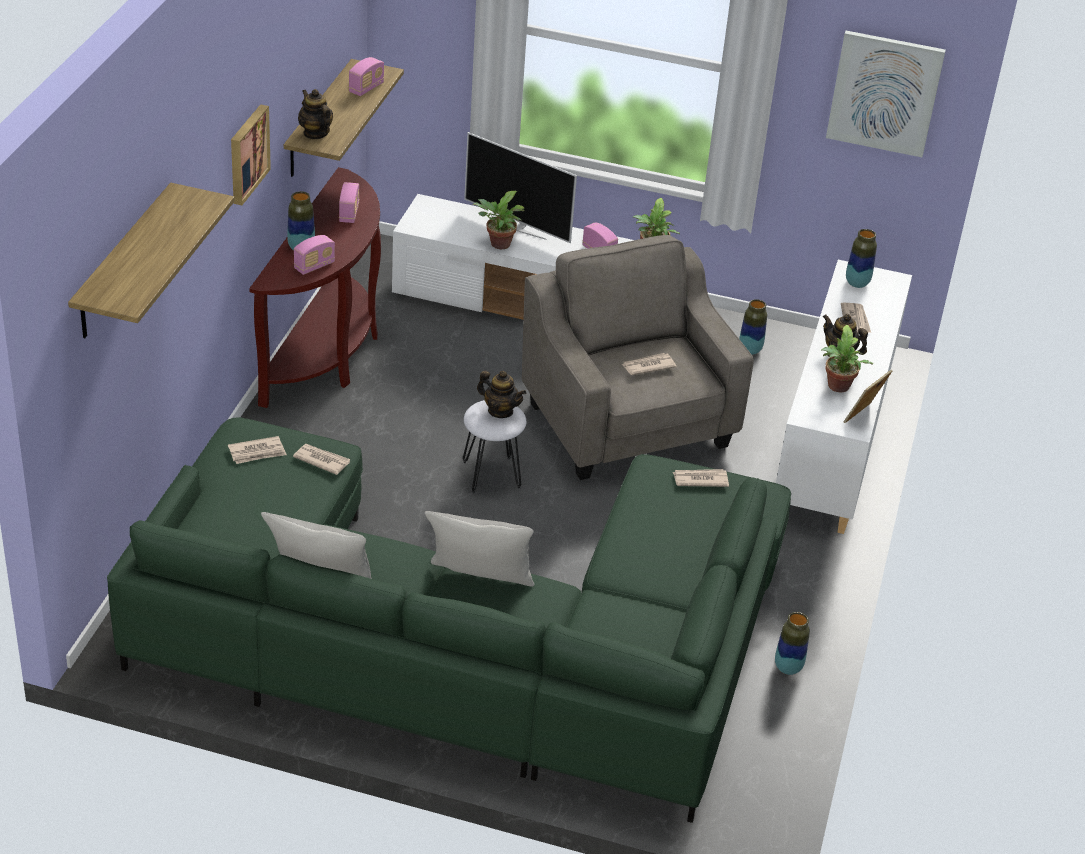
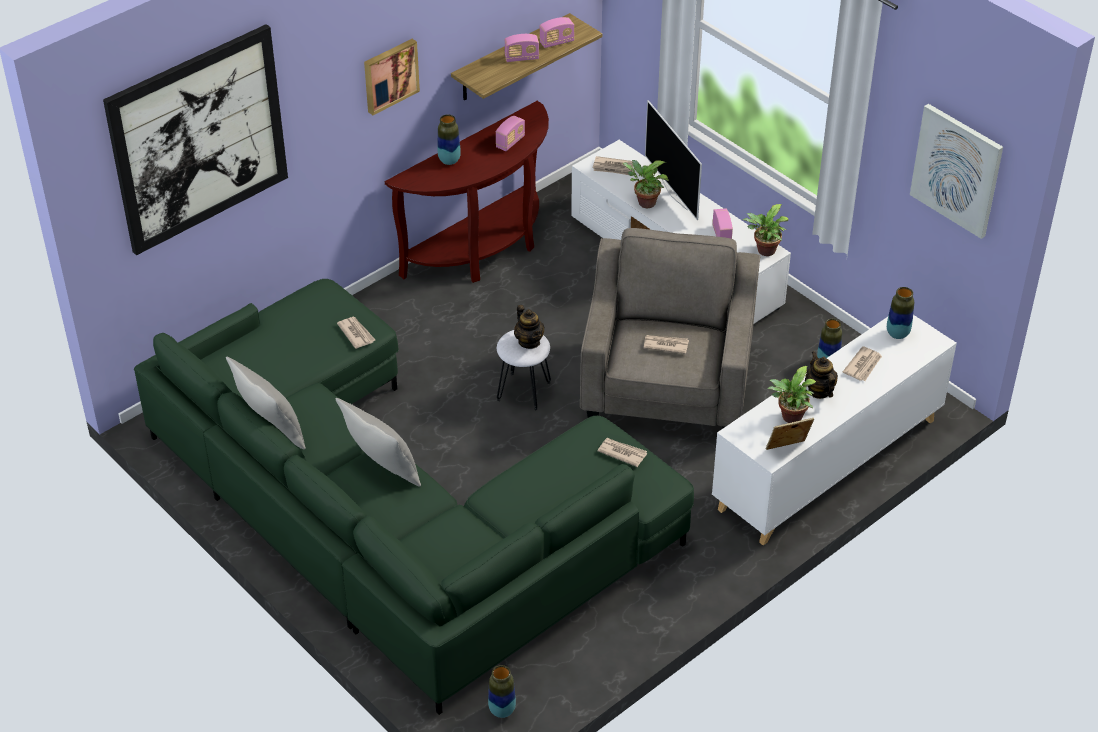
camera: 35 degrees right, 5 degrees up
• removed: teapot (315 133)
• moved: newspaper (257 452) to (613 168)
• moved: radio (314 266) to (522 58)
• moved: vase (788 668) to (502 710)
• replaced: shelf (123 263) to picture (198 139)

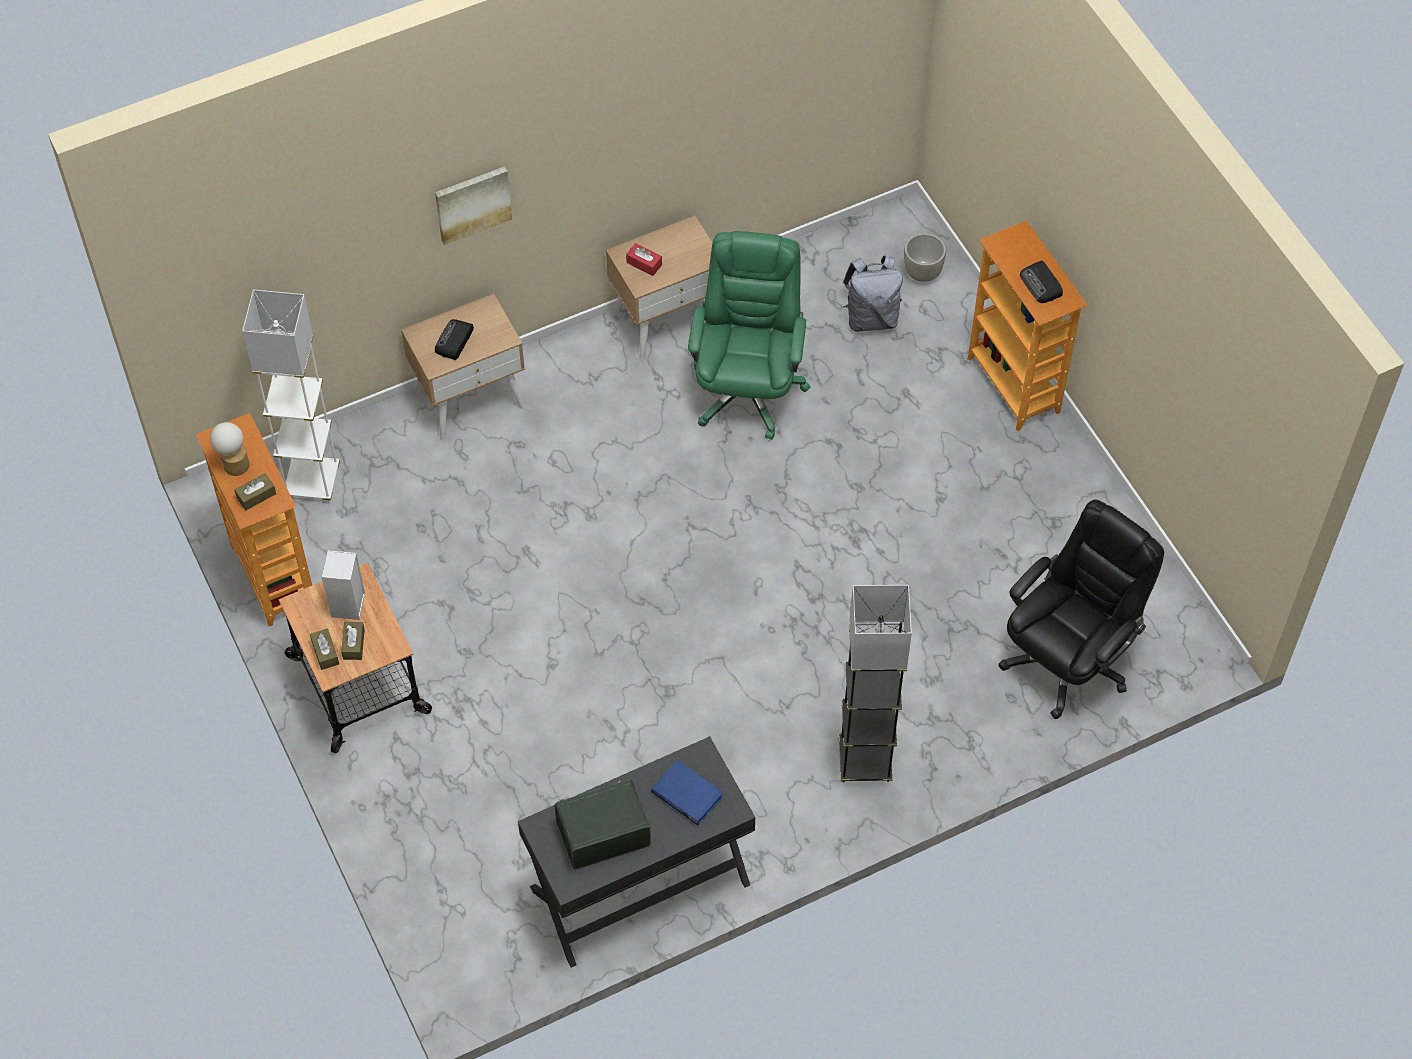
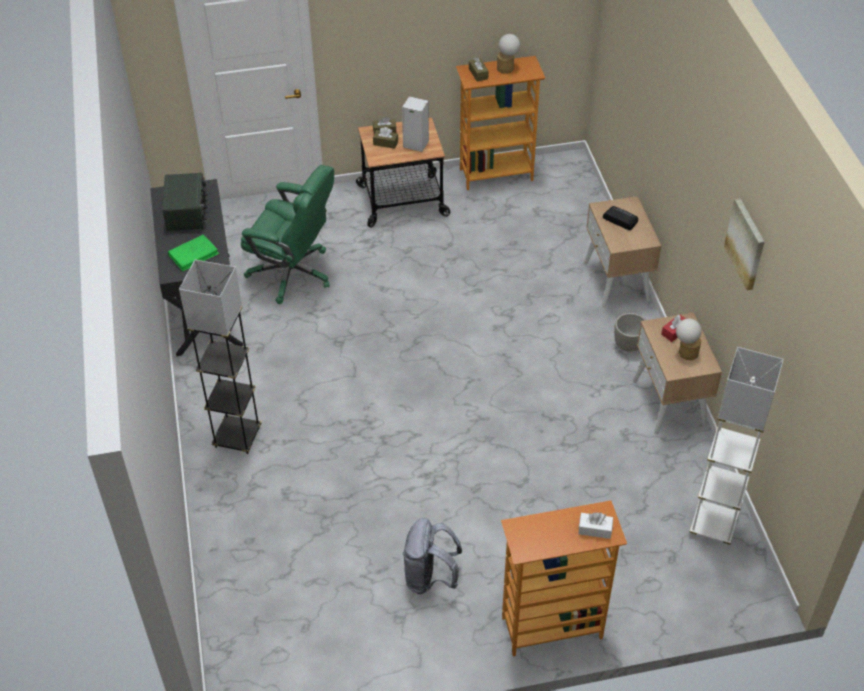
camera: 105 degrees right, 10 degrees down
• removed: black office chair (1068 659)
• removed: radio (1041 285)
• added: white tissue box (595 529)
• added: table lamp (685 352)
• moved: white floor lamp (312 482) to (713 526)
• moved: picture (472 203) to (746 243)
• moved: green office chair (747 389) to (293 273)
• moved: grey backpack (871 318) to (430 578)
• moved: grey planter (922 272) to (628 345)
• recoloured: blue book (686 794) to green book (194 254)

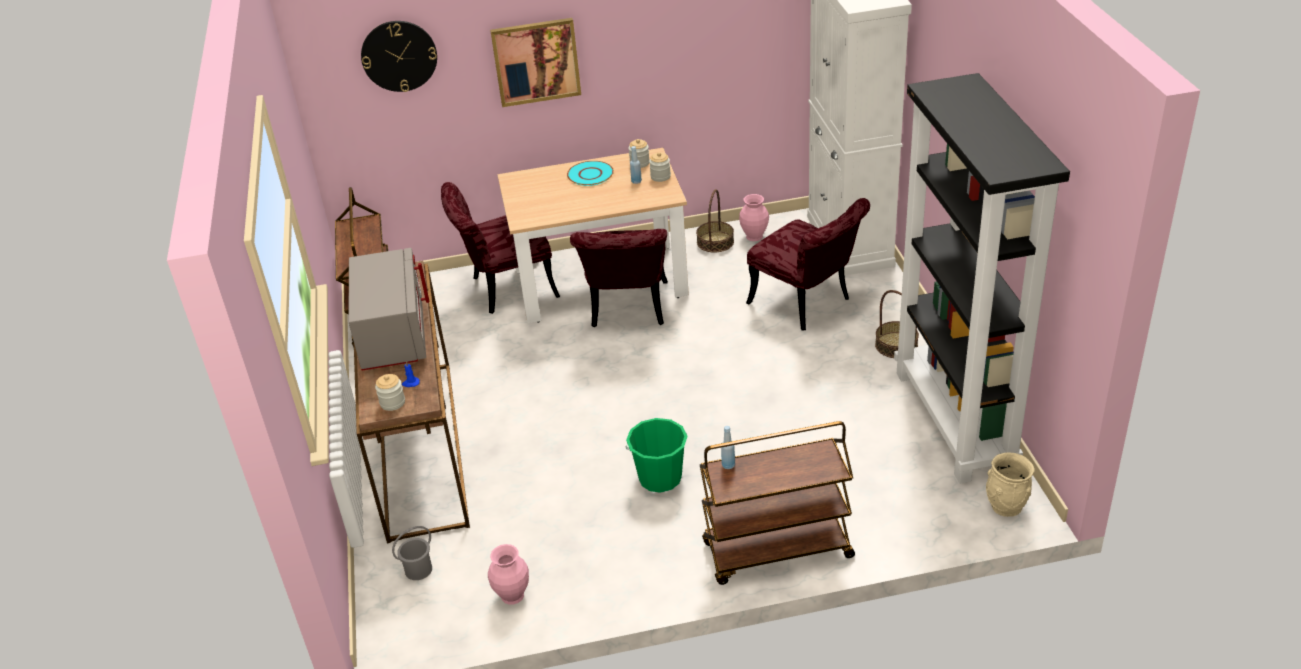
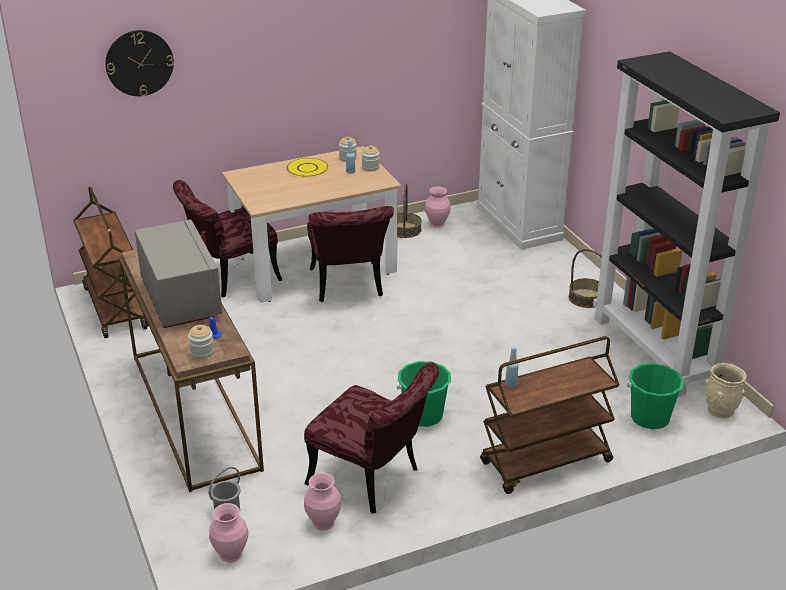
camera: 15 degrees left, 5 degrees down
• removed: picture (536 61)
• added: pink vase (230 555)
• added: green bucket (650 418)
• moved: red chair (807 305) to (373 480)
• recoloured: turquoise plate (590 174) to yellow plate (307 168)

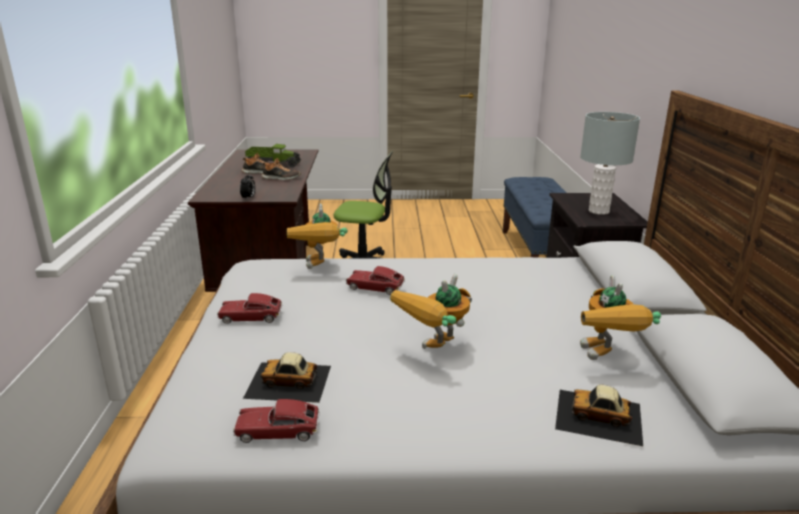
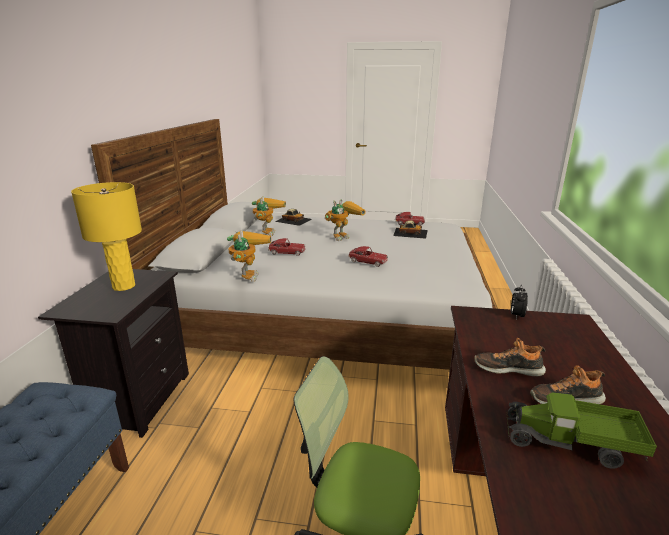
camera: 170 degrees left, 0 degrees up
• moved: toy car (251 317) to (287 252)
• moved: toy robot (320 268) to (248 274)
• recoloured: grey table lamp (598 211) to yellow table lamp (123 286)

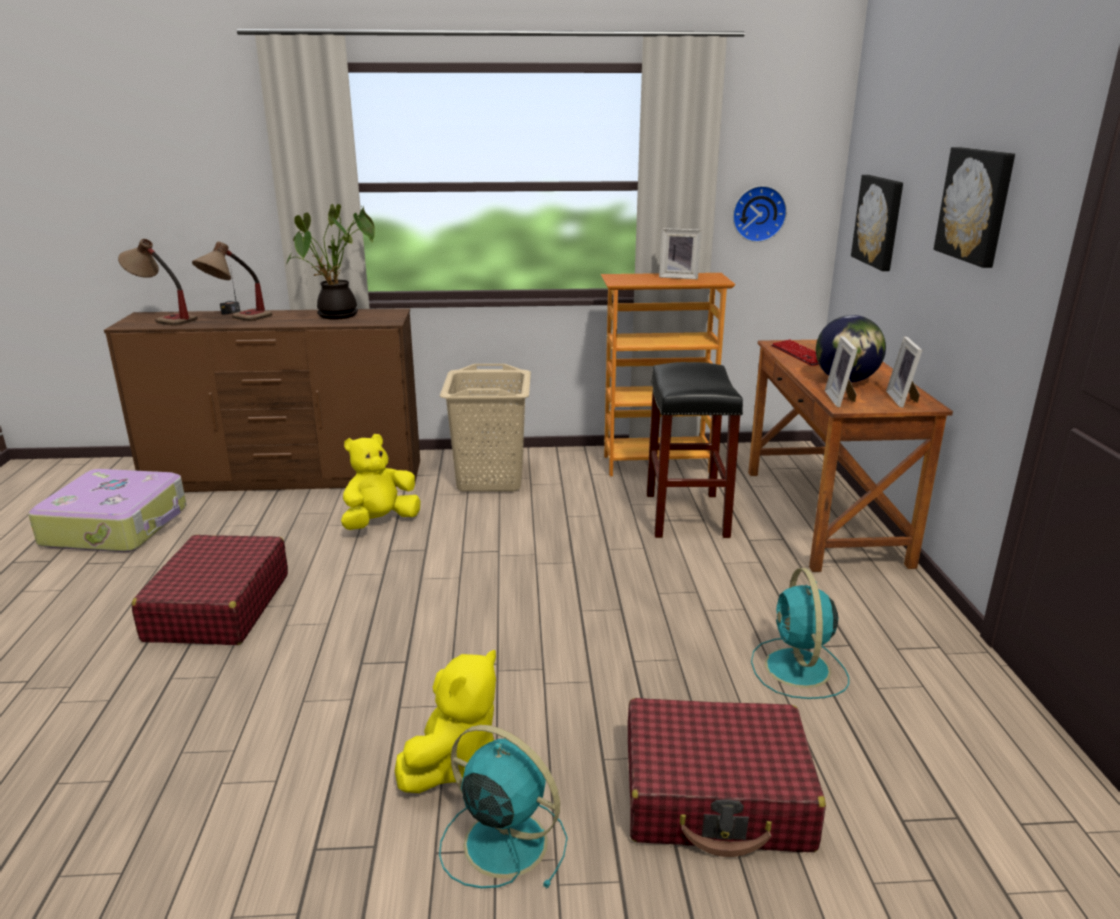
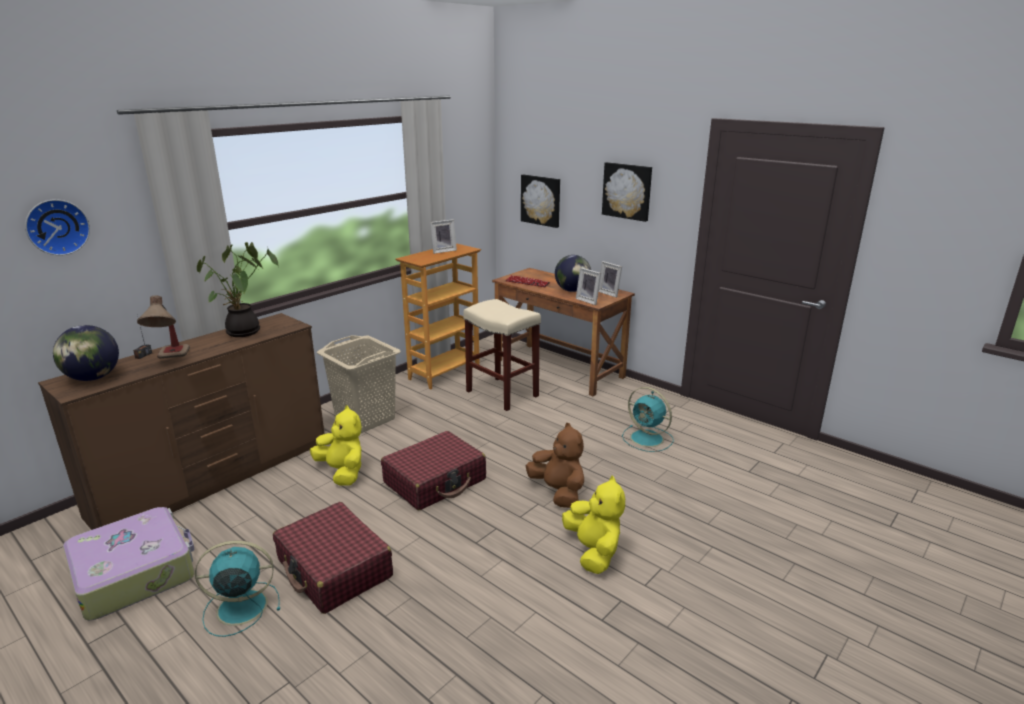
camera: 45 degrees left, 0 degrees up
• added: brown plush toy (558 492)
• moved: turquoise fan (502 841) to (239 608)
• moved: red suitcase (716 796) to (435 481)
• moved: wall clock (758 213) to (57 227)
• replaced: table lamp (163 319) to globe (93 378)
• recoloured: black stool (685 514) to beige stool (501 393)
• turned: yellow plush toy (380 522) = (342 472) 135 degrees clockwise

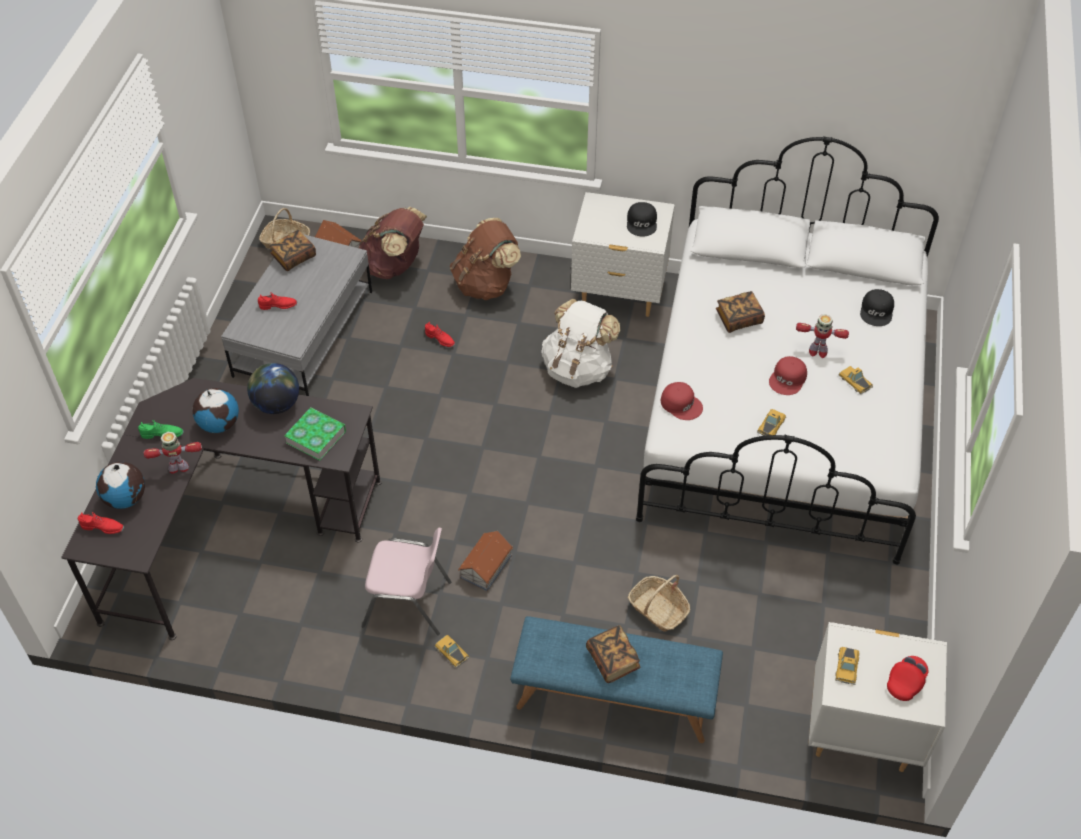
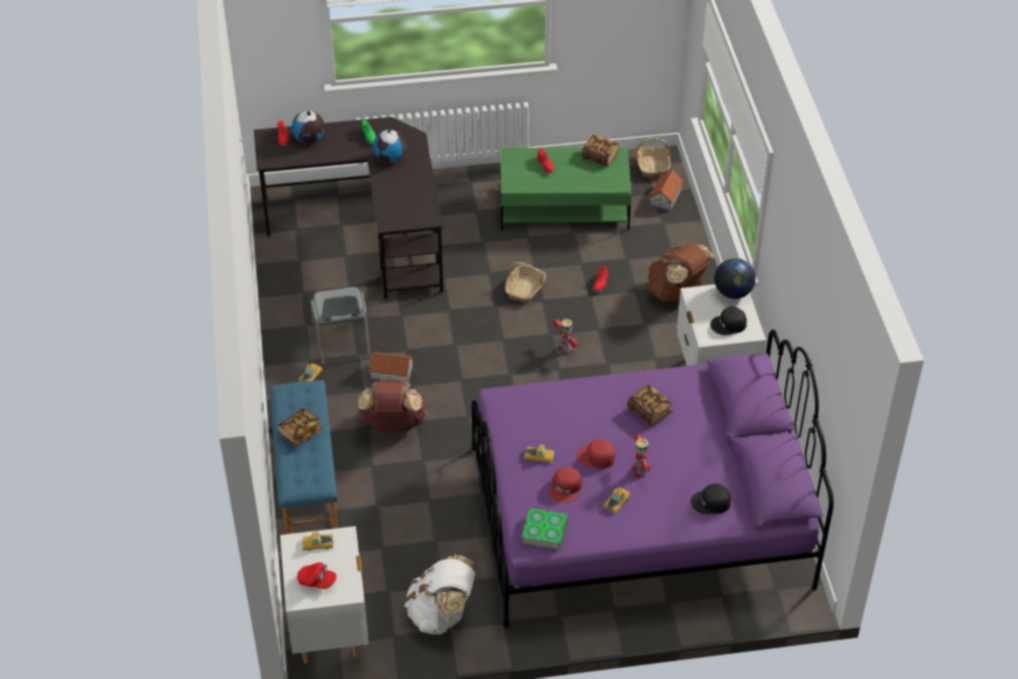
camera: 70 degrees right, 5 degrees down
• moved: toy robot (179 468) to (566 349)
• moved: globe (276 404) to (733 292)
• moved: book (316 437) to (544 532)
• moved: brown backpack (395 266) to (393 425)
• moved: white backpack (578 368) to (442 614)
• moved: basket (658 609) to (525 289)
• moved: red cap (681 404) to (566 487)
• recoloured: grey coffee table (303 333) to green coffee table (564 207)
• recoloured: pink chair (408 604) to grey chair (341 341)
• recoloured: white bed (782 410) to purple bed (638 517)

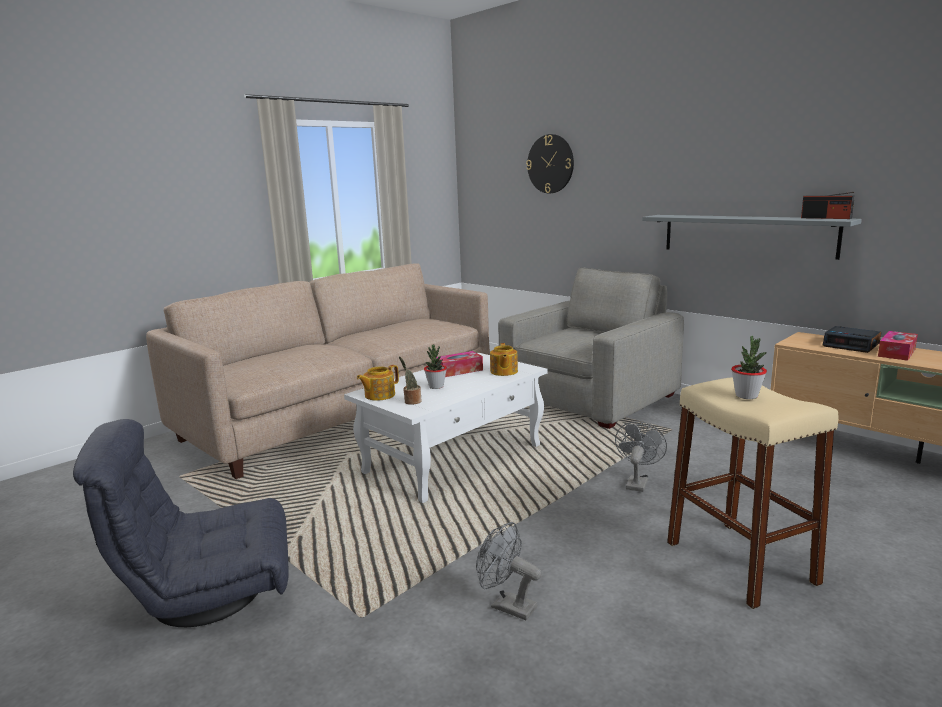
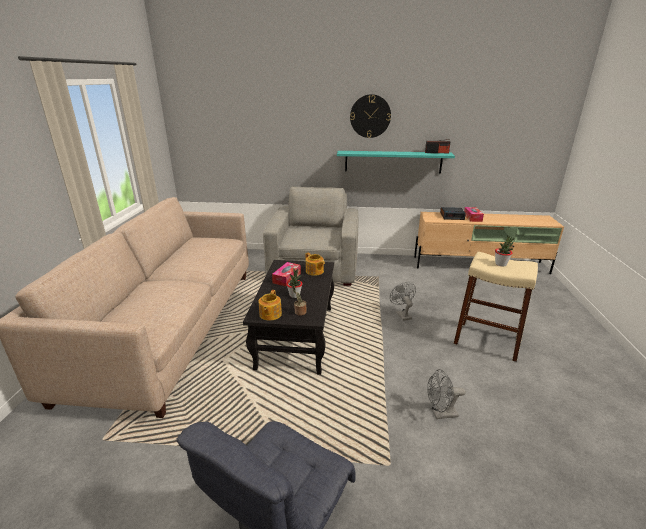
camera: 40 degrees left, 10 degrees up
• moved: wall clock (550 164) to (370 116)
• recoloured: white coffee table (454 458) to black coffee table (296 335)
• recoloured: grey shelf (746 235) to turquoise shelf (393 162)

